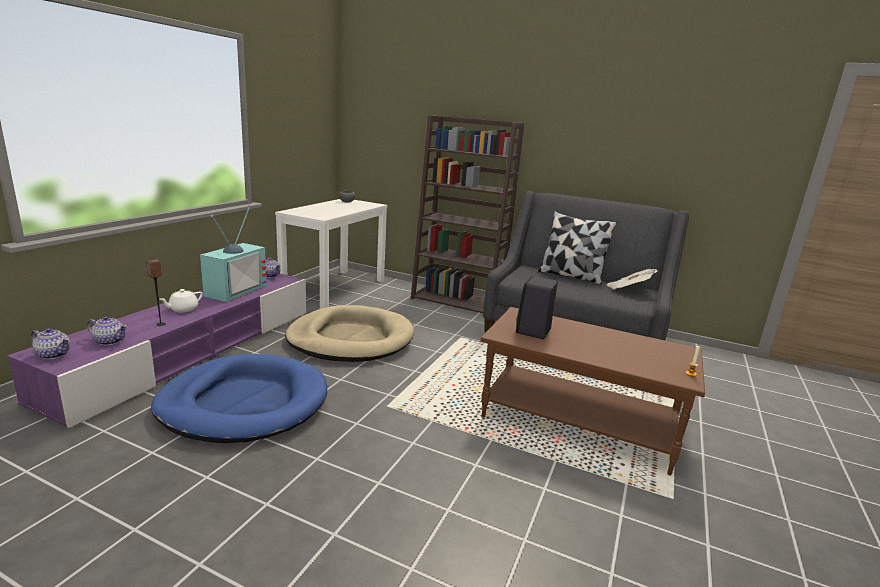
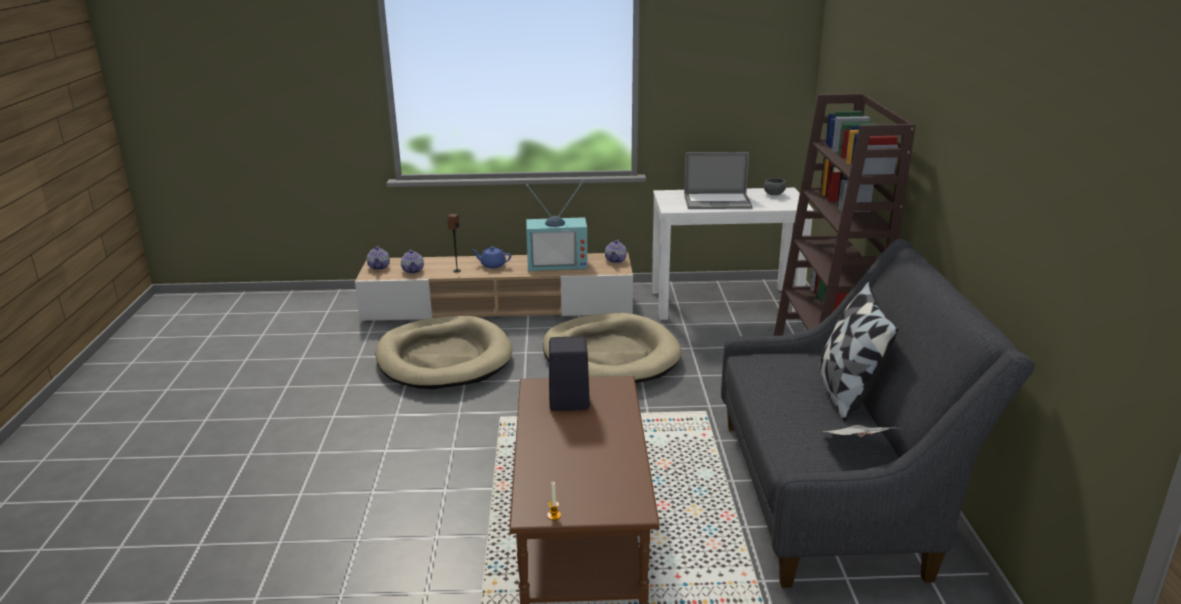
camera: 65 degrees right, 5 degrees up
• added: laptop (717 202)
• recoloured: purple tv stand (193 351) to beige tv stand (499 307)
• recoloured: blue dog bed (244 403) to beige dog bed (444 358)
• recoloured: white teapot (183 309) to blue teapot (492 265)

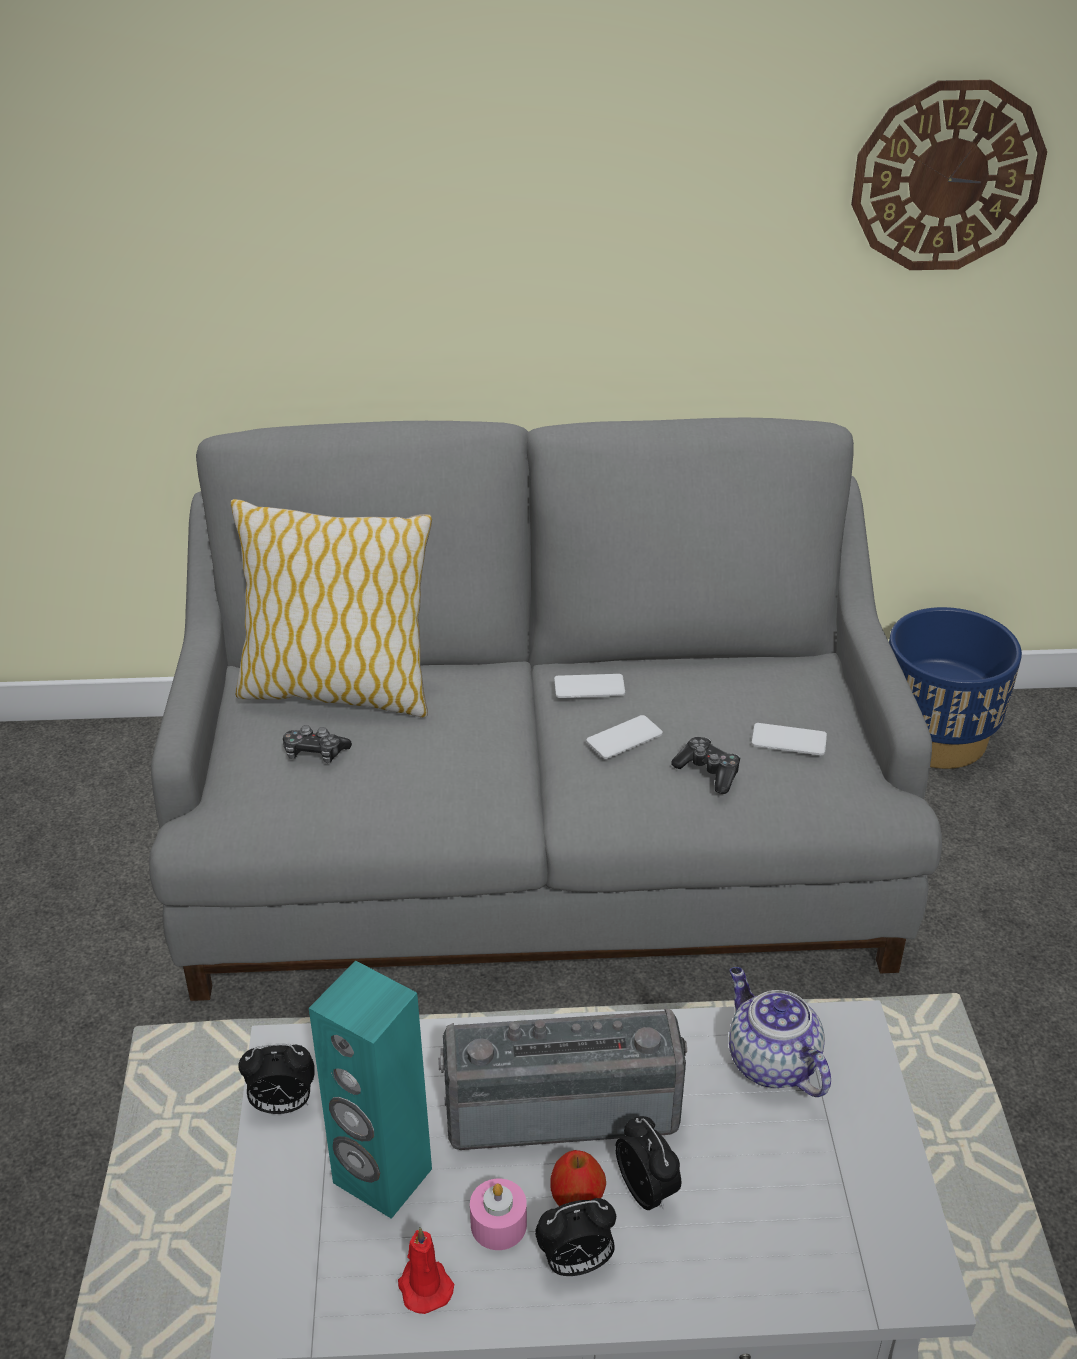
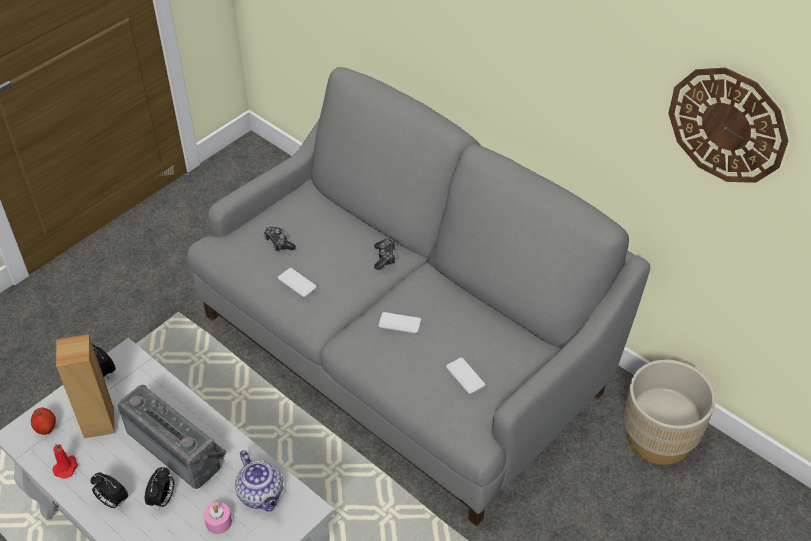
camera: 45 degrees right, 10 degrees up
• removed: pillow (337 690)
• moved: pink candle (498 1224) to (218 522)
• moved: apple (576 1201) to (46 429)
• moved: phone (589 687) to (297 283)
• moved: game controller (708 772) to (385 257)
• recoloured: turquoise speaker (381 1177) to brown speaker (98 422)
• recoloured: blue planter (936 737) to beige planter (659 438)
• turned: teapot (770 1062) = (262 494) 135 degrees clockwise

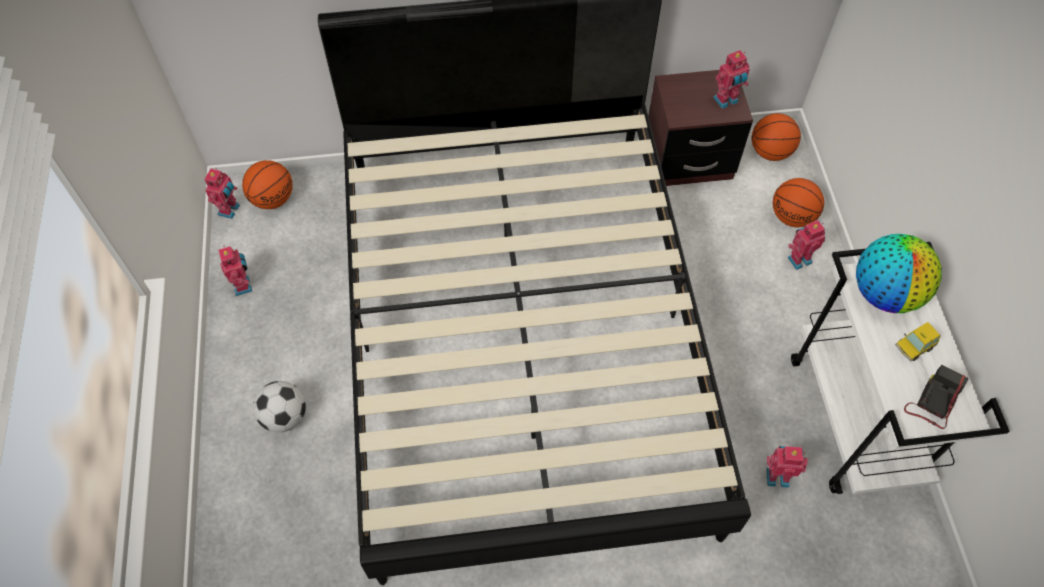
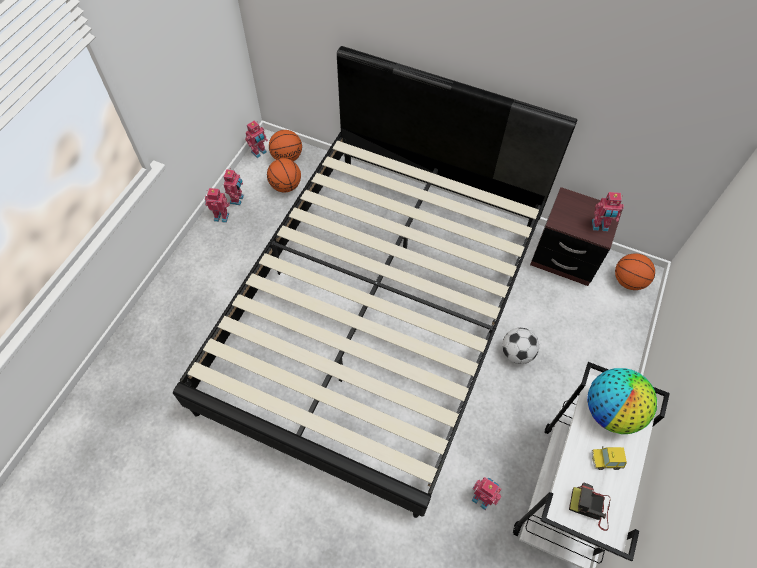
camera: 30 degrees right, 0 degrees up
• moved: football (284 416) to (516 353)
• moved: basketball (792 217) to (286 186)
• moved: toy robot (798 259) to (221 216)
• turned: photo camera (932 403) = (590 507) 135 degrees counterclockwise

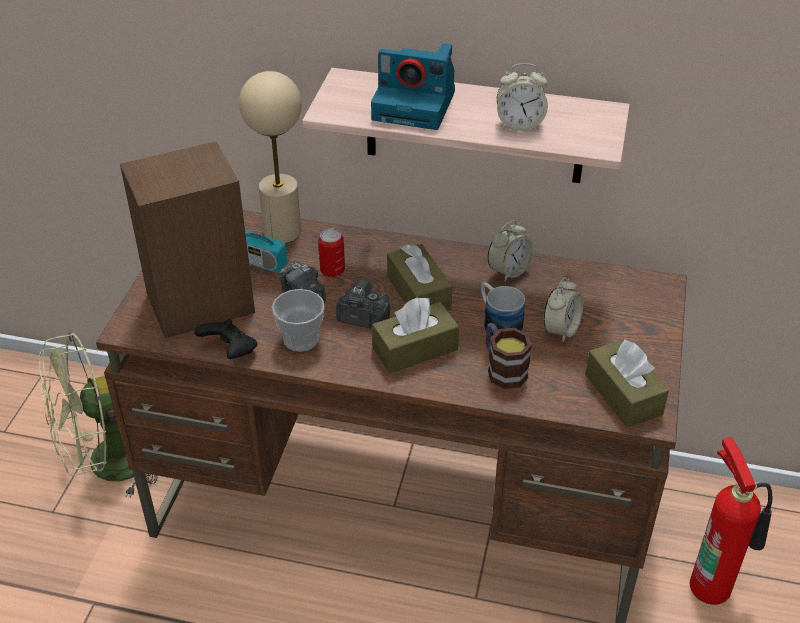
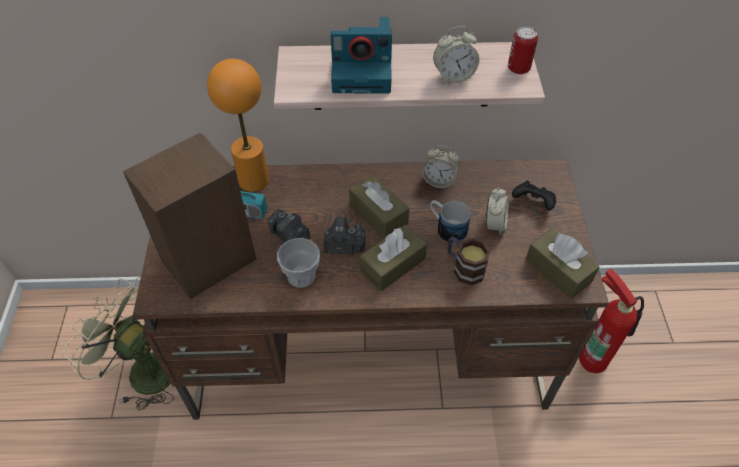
camera: 15 degrees left, 10 degrees up
• moved: black game controller (230 351) to (532 203)
• moved: can (332 271) to (518 68)
• recoloured: beige table lamp (282 232) to orange table lamp (254 180)
• turned: green fan (107 466) = (143 370) 75 degrees clockwise
• turned: alarm clock (508 271) = (439 181) 75 degrees clockwise

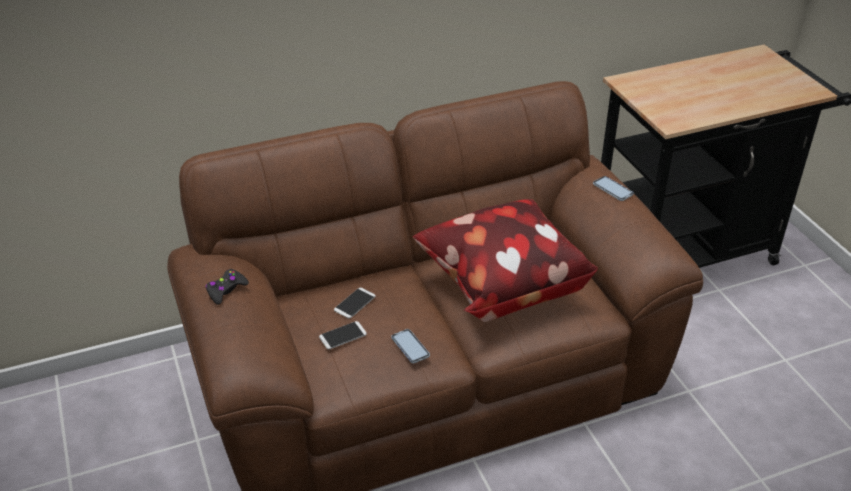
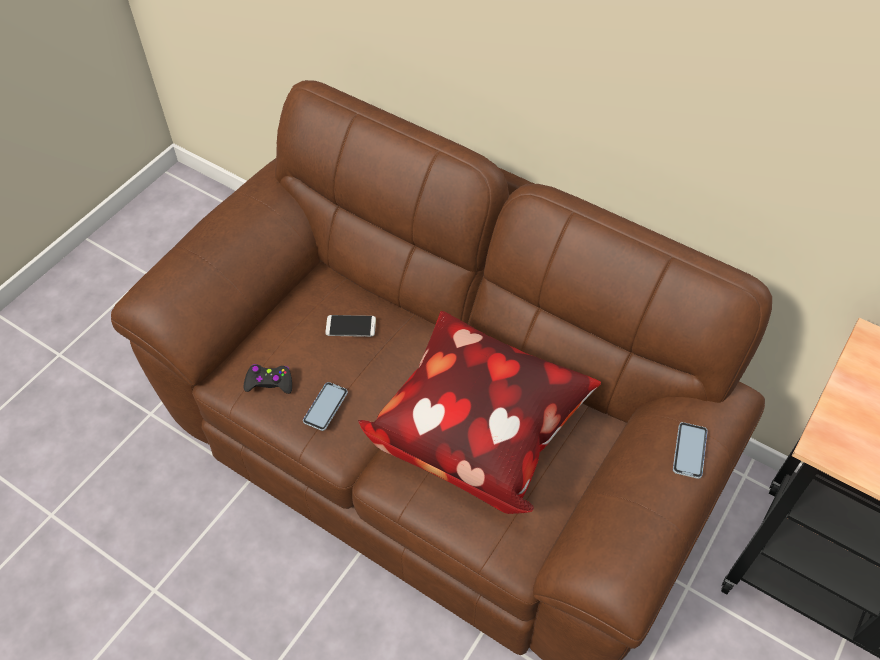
camera: 55 degrees right, 15 degrees up
• removed: phone (343 336)
• moved: black game controller (226 290) to (269 382)

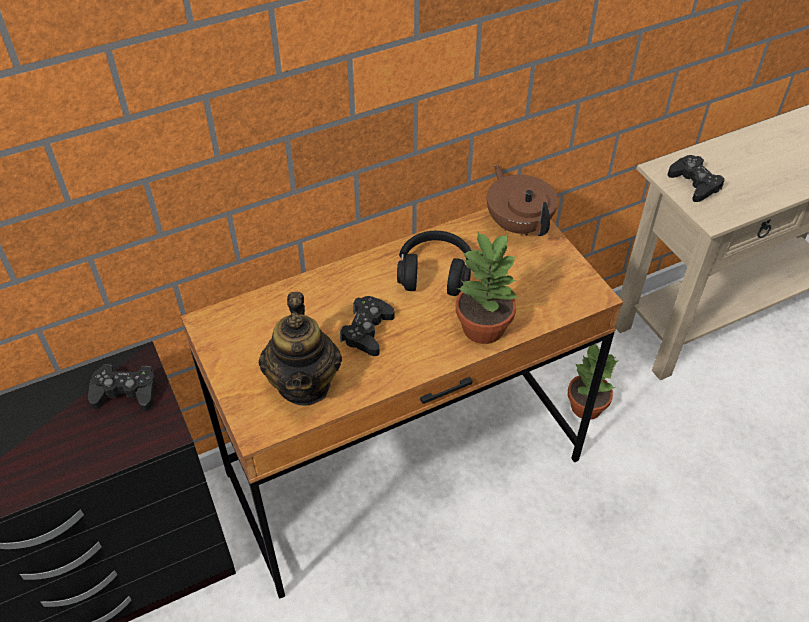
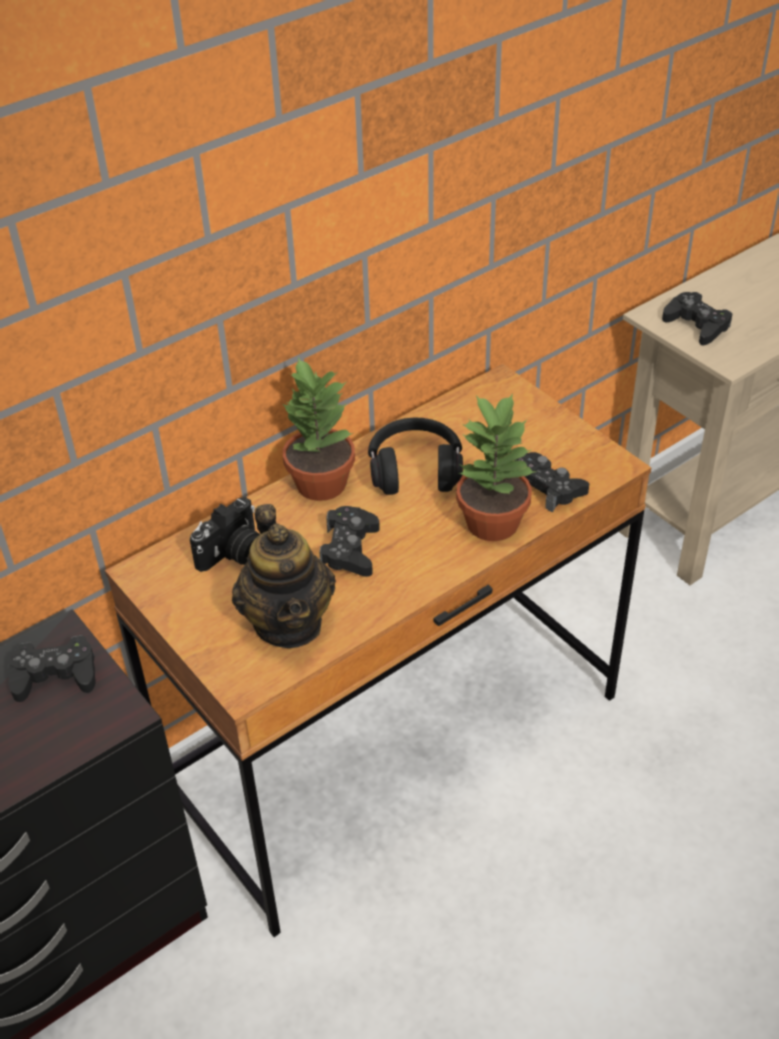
camera: 10 degrees left, 5 degrees down
• removed: brown teapot (518 224)
• added: photo camera (234 555)
• added: black game controller (547 488)
• moved: potted plant (585 406) to (320 483)

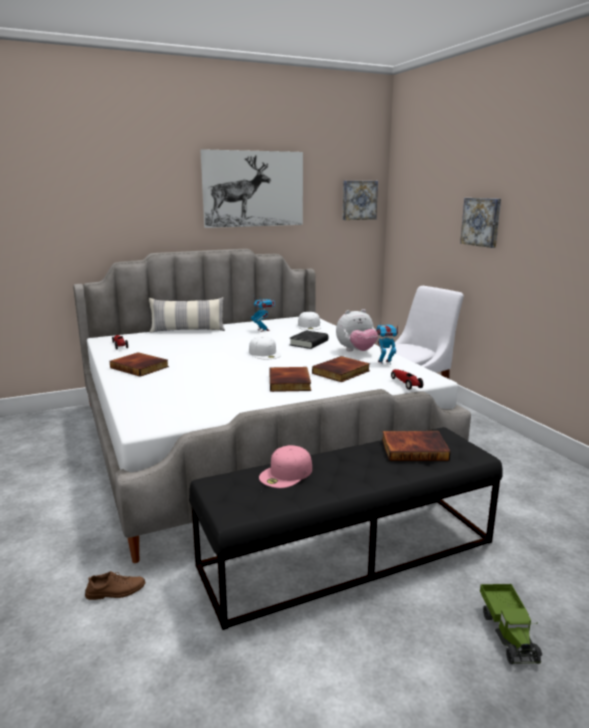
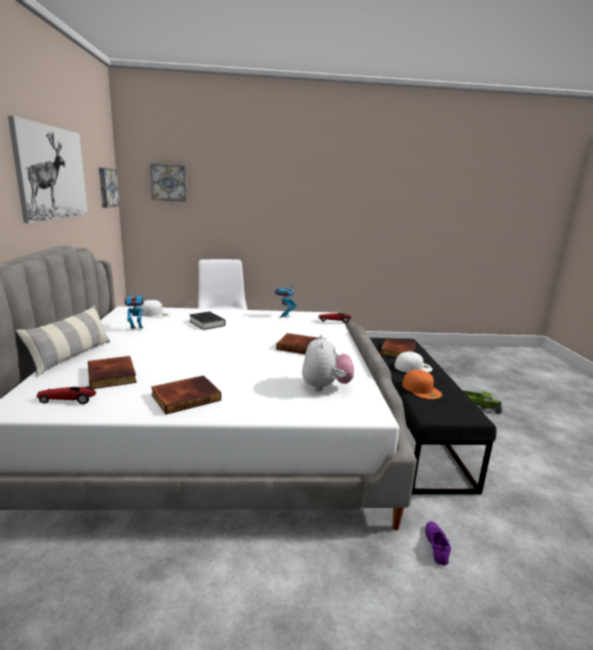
camera: 70 degrees left, 0 degrees up
• moved: white cap (265 353) to (413 367)
• moved: book (341 372) to (113 375)
• moved: plush toy (356 351) to (325 387)
• moved: picture (481 222) to (169 182)
• recoloured: brown shoe (115 591) to purple shoe (436 545)
• recoloured: pink cap (286 474) to orange cap (422 389)

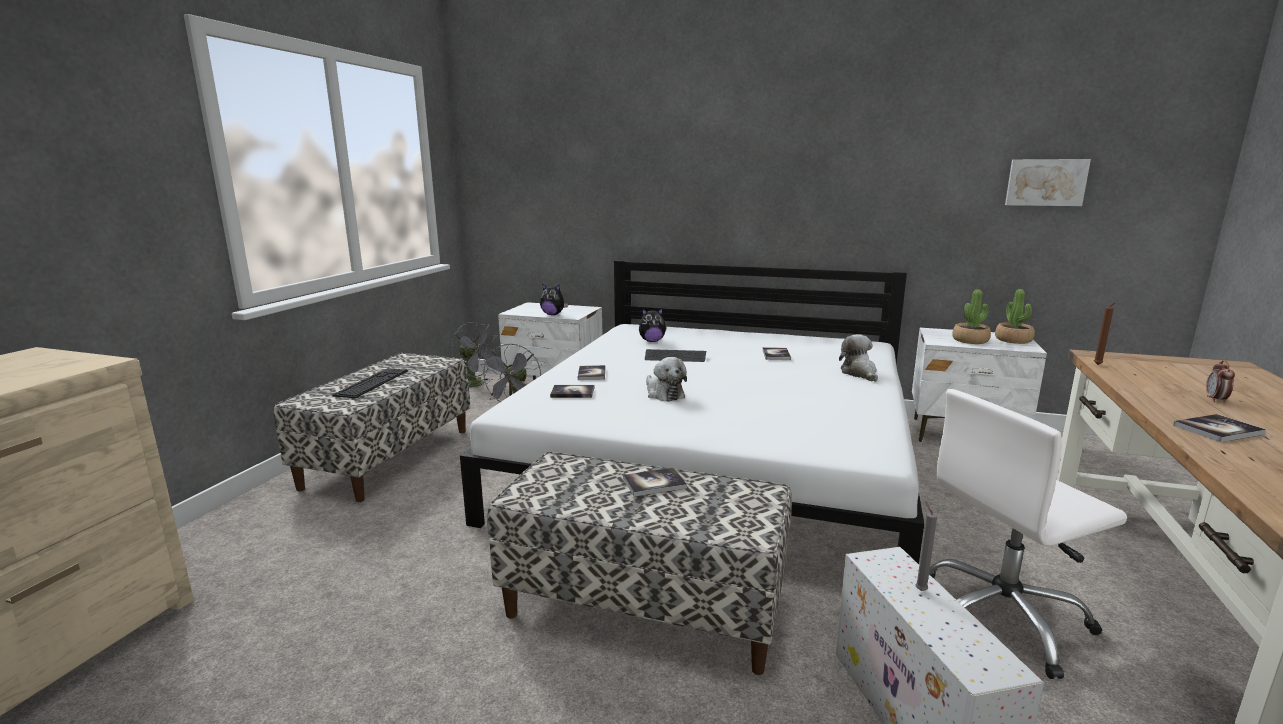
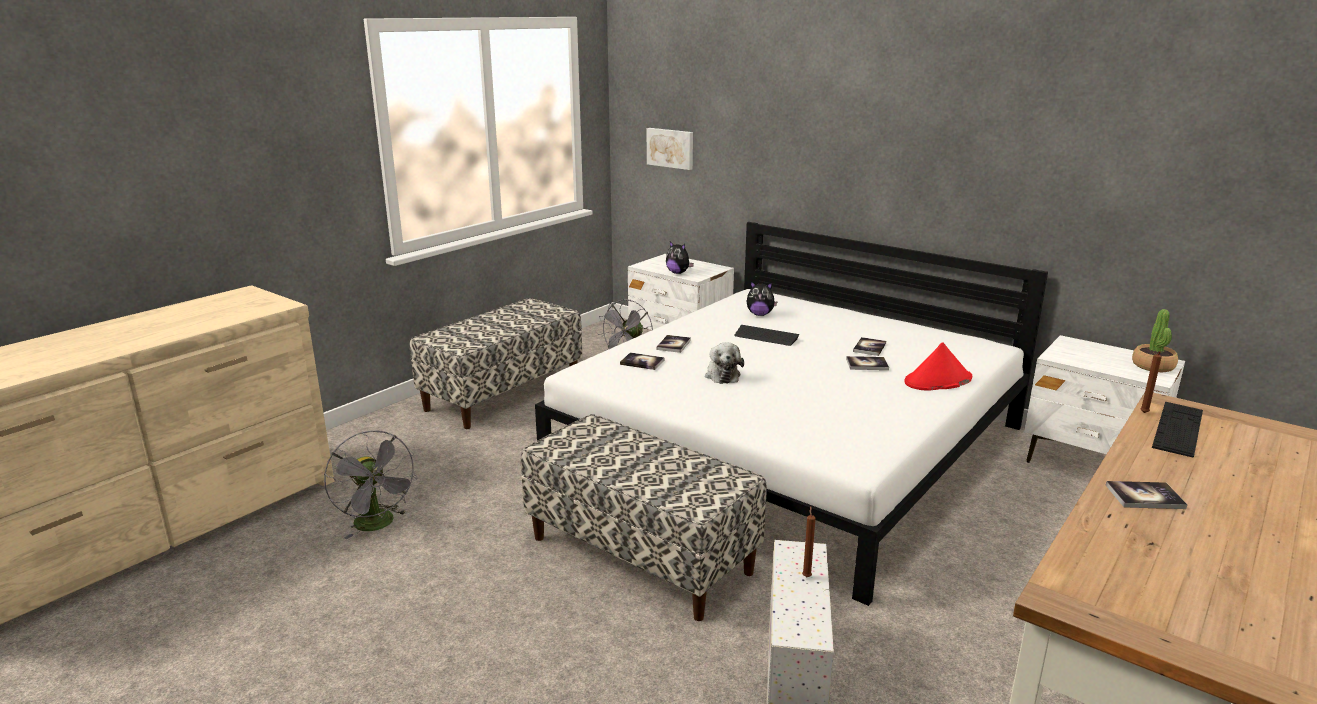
camera: 20 degrees right, 5 degrees up
• removed: white office chair (1002 617)
• removed: potted plant (970 340)
• removed: alarm clock (1215 400)
• moved: keyboard (372 383) to (1178 428)
• moved: grey fan (477 385) to (379 525)
• moved: book (654 483) to (867 364)
• moved: picture (1045 182) to (671 148)
• replaced: plush toy (859 373) to red hat (937 381)
• recoloured: grey candle (919 589) to brown candle (806 576)

